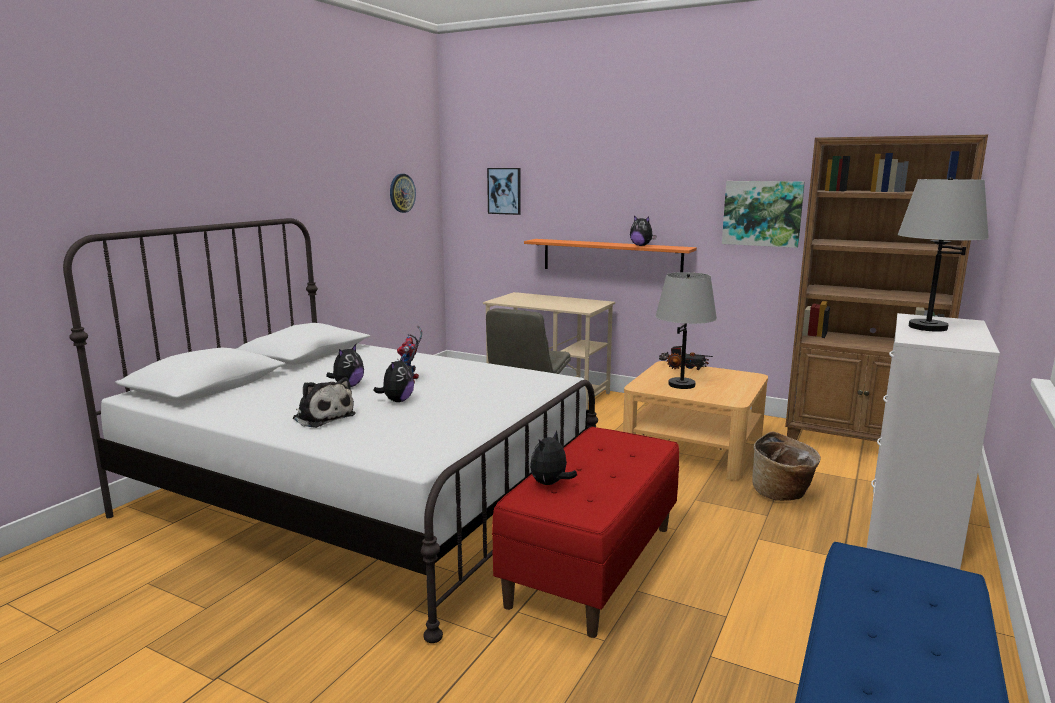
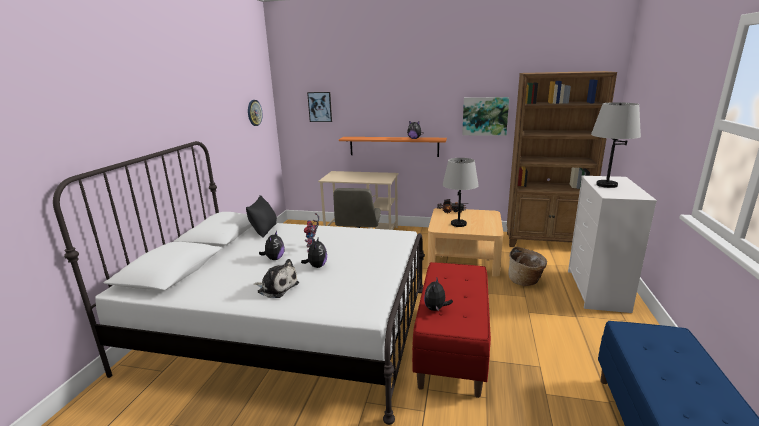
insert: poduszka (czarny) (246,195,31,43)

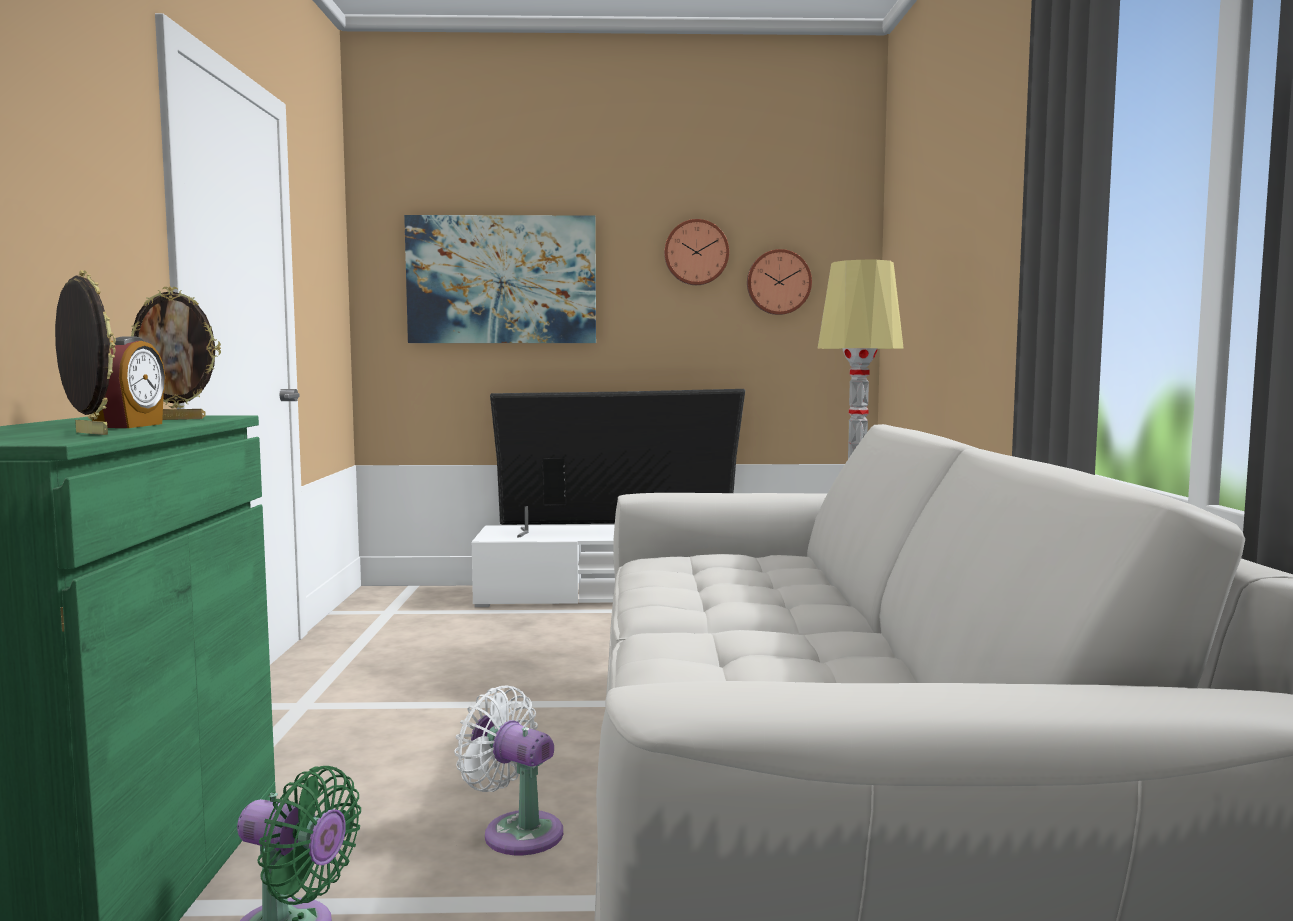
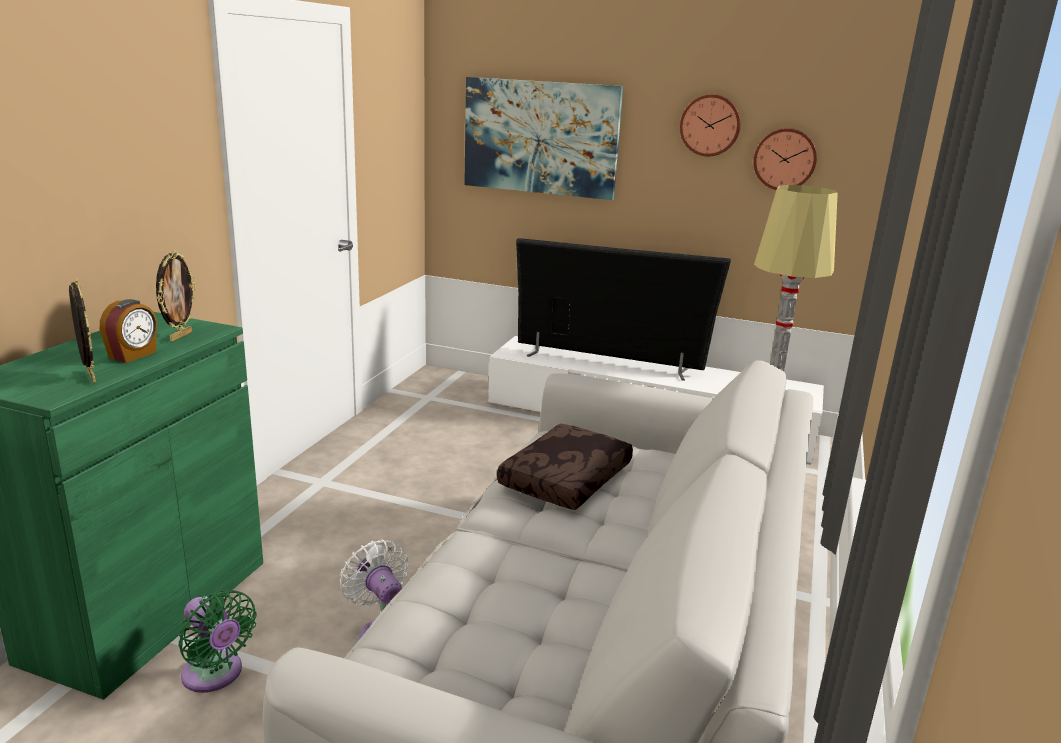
insert: poduszka (brązowy) (497,424,136,86)
rotate: ramka na zdjęcie (131,287,90,133) = (156,250,40,92) 75 degrees counterclockwise

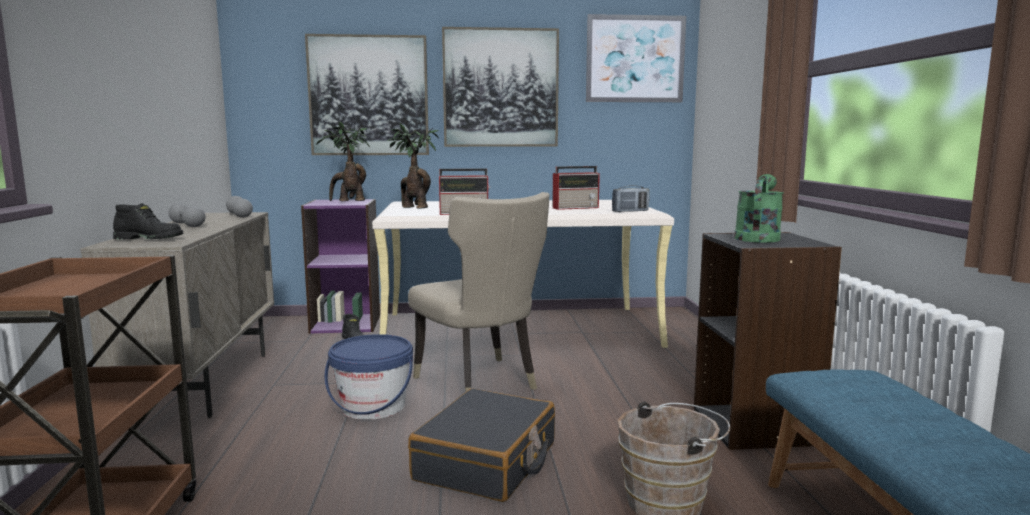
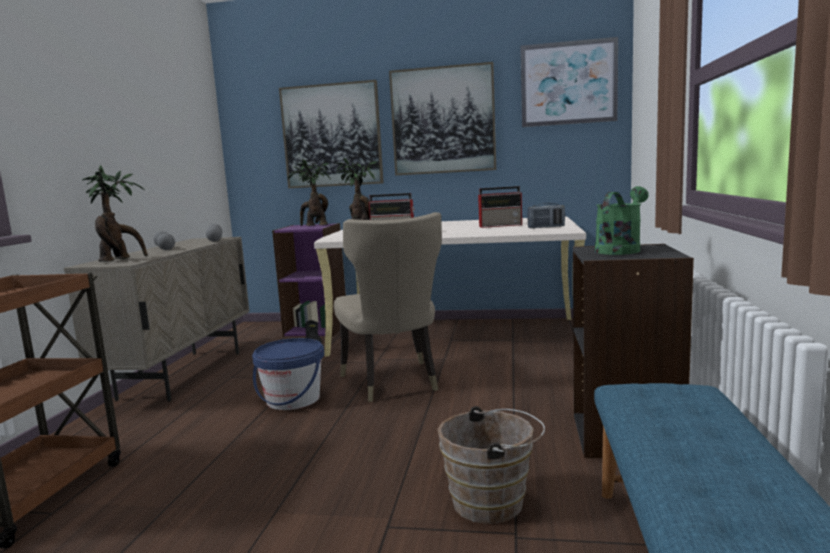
delete: walizka (czarny) (408,389,147,113)
replace: but z cholewką (czarny) (113,203,71,37) to roślina doniczkowa (82,165,65,96)

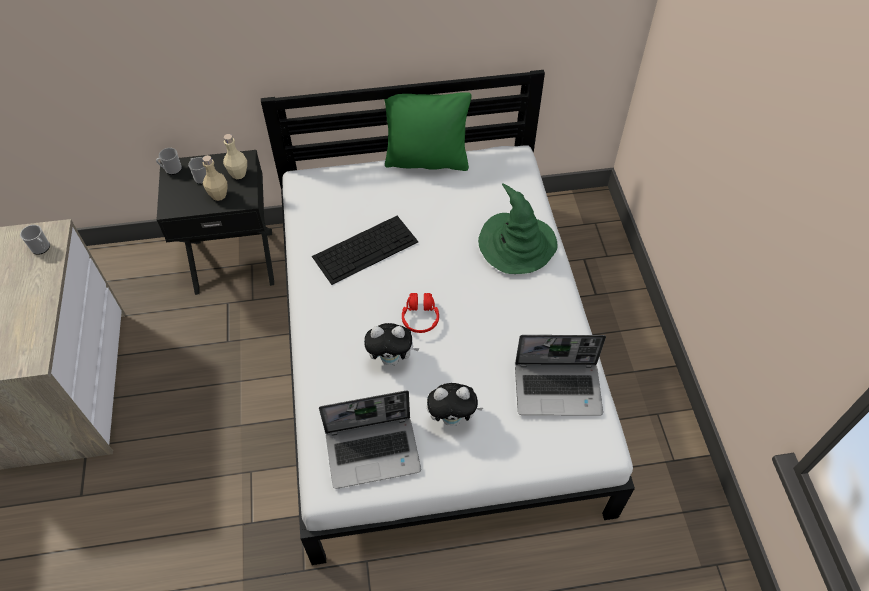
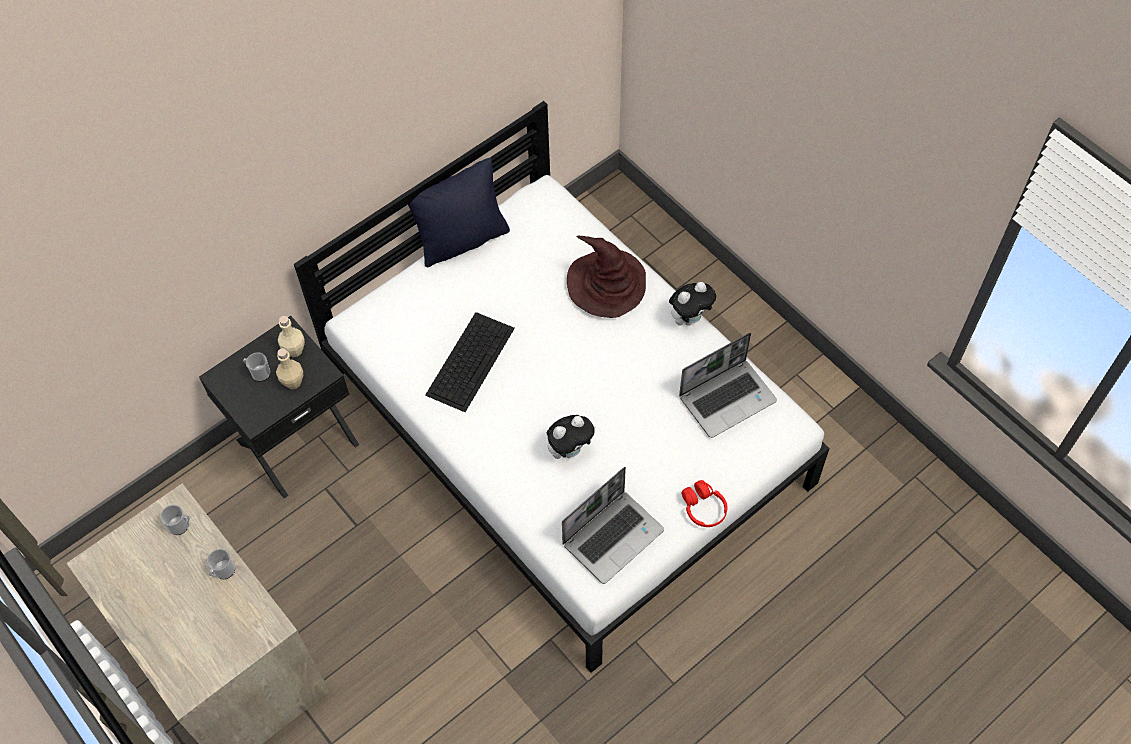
move: kubek (156,148,26,27) to (207,549,28,30); słuchawki (czerwony) (402,293,37,40) to (682,480,45,47); pluszak (427,383,56,43) to (669,282,47,44)
recolor: poduszka (zielony) (384,92,87,79) to poduszka (czarny) (408,158,102,110); kapelusz (zielony) (478,184,79,90) to kapelusz (brązowy) (567,236,79,82)

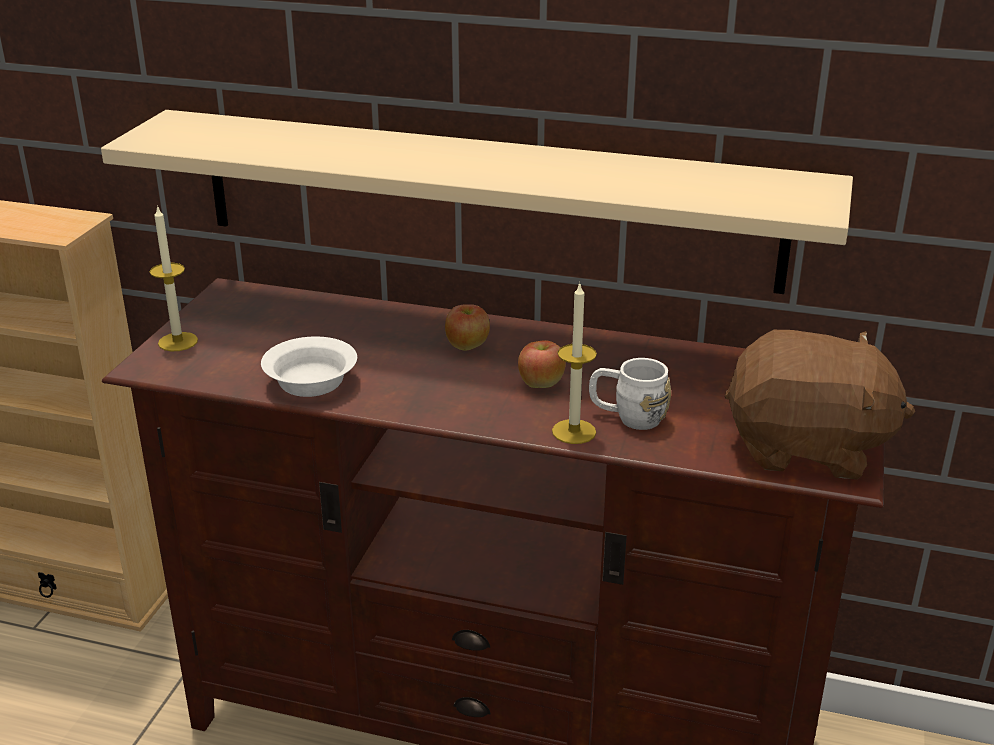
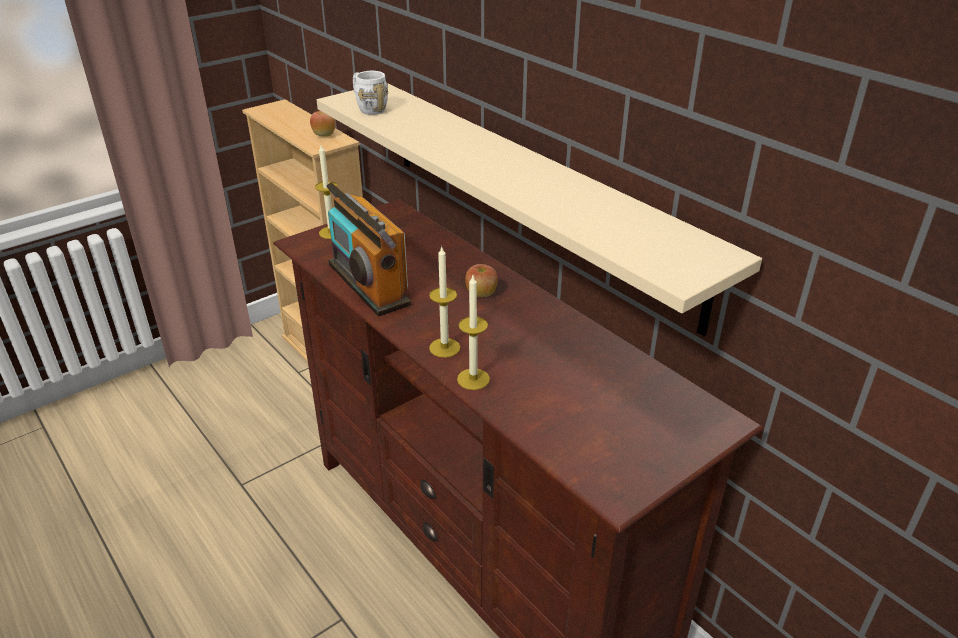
delete: pluszak (brązowy) (725,330,190,149)
insert: świeca (429,247,31,111)
move: jabłko (518,341,48,47) to (310,111,25,26); kubek (biały) (589,358,82,72) to (353,71,35,44)
replace: miska (biały) (261,337,96,60) to radio (327,182,84,135)

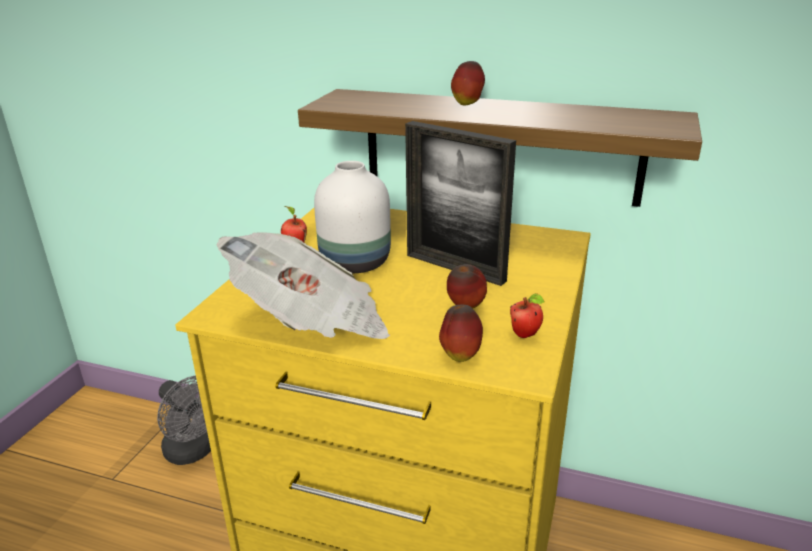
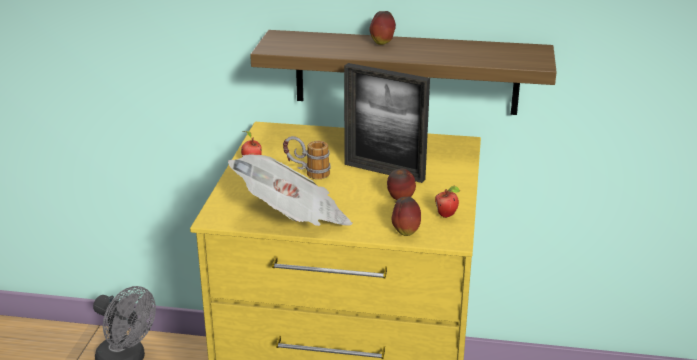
replace: wazon (biały) (314,161,77,112) to kubek (283,136,48,43)

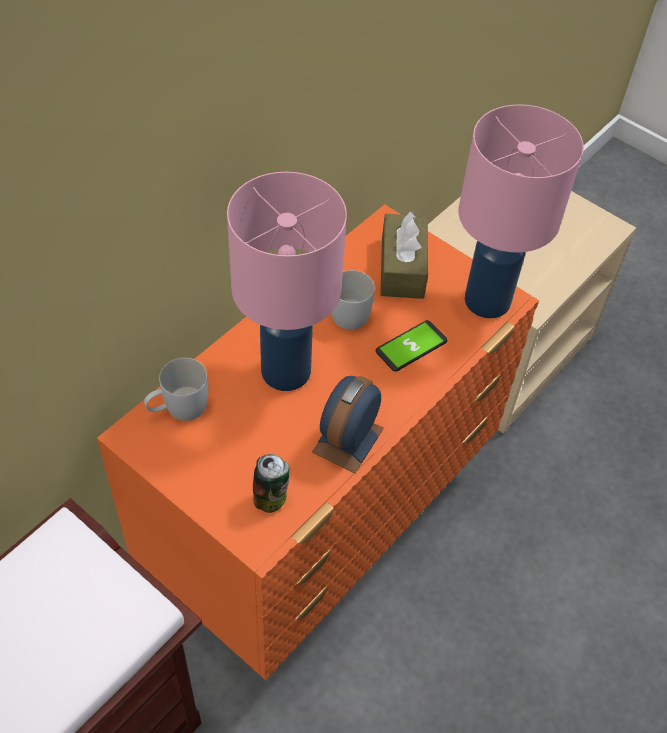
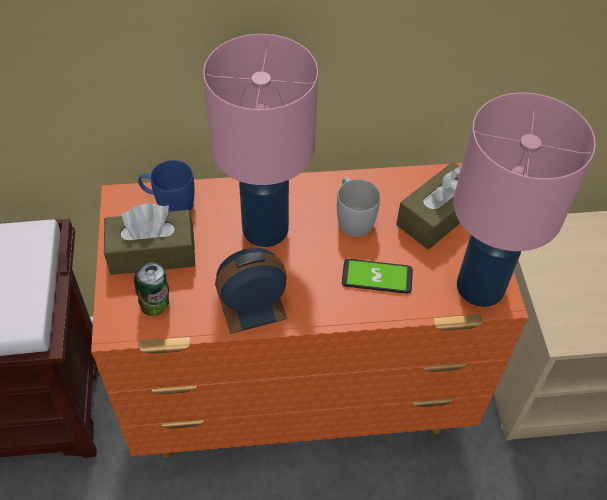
insert: pudełko chusteczek (brązowy) (104,203,91,72)
recolor: kubek (biały) (144,358,64,63) to kubek (niebieski) (138,160,56,52)

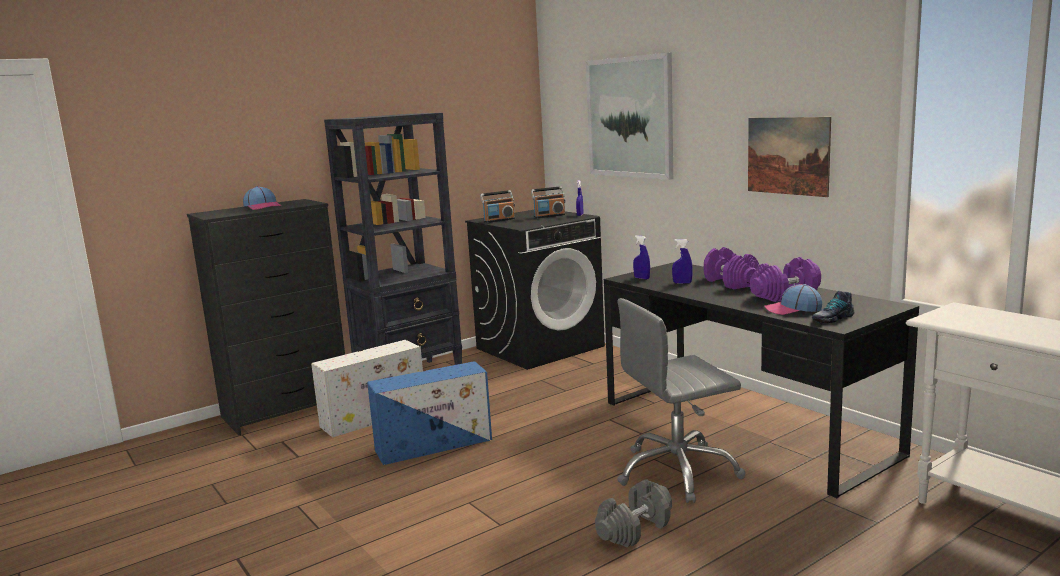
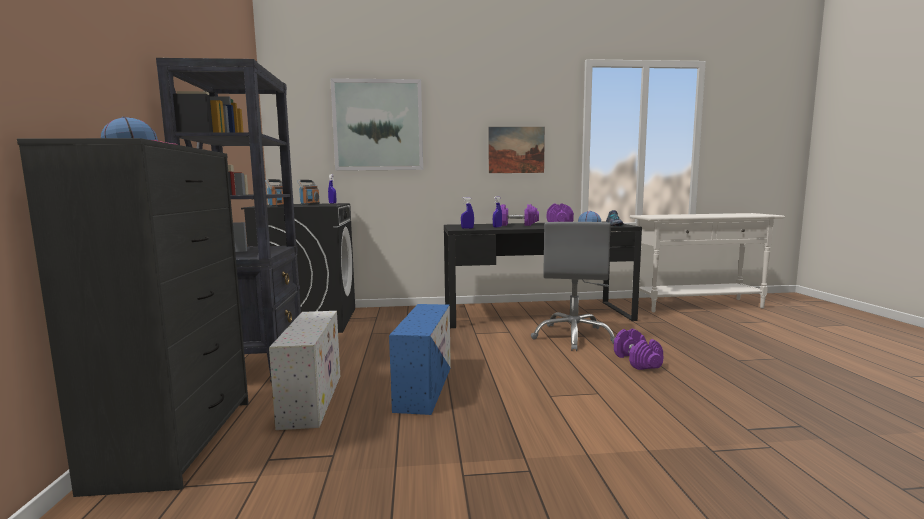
recolor: hantel (szary) (595,479,77,68) to hantel (fioletowy) (614,329,49,41)

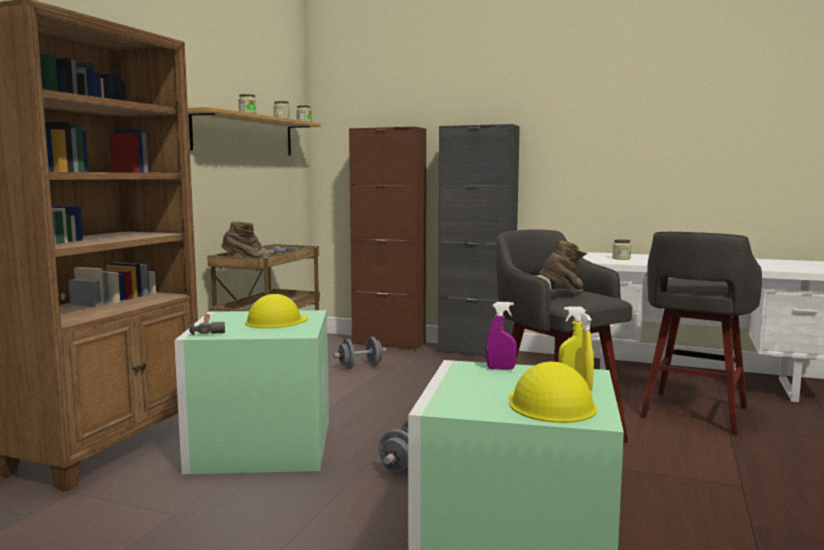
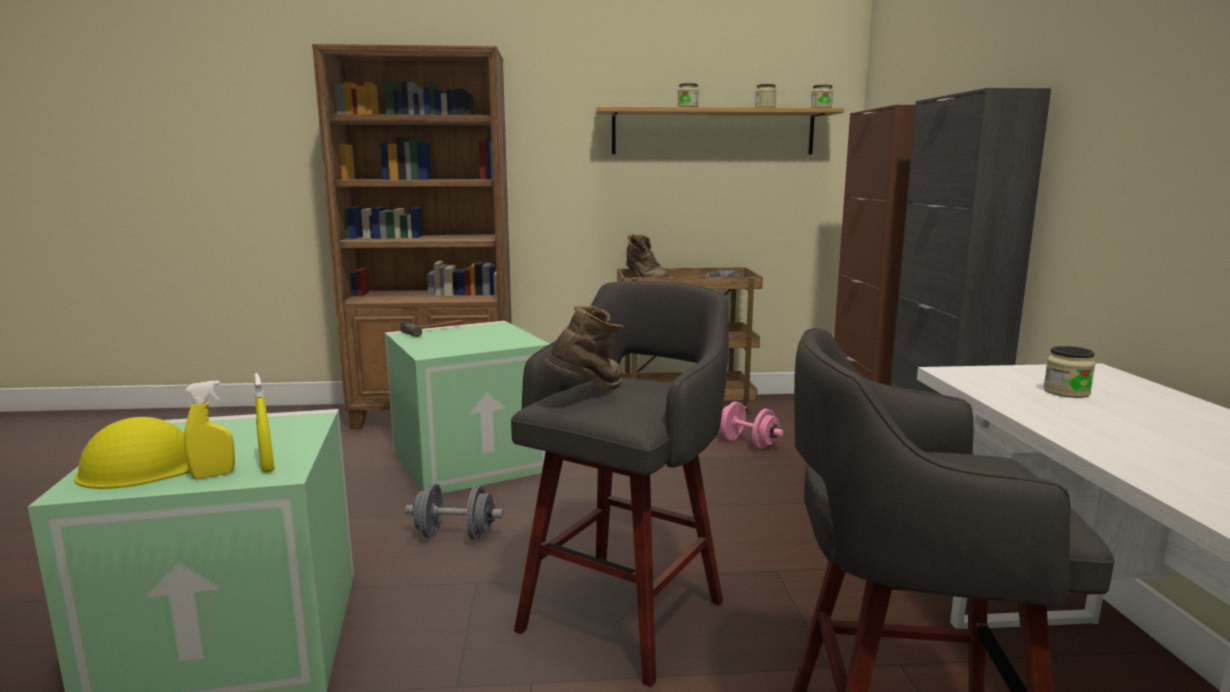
delete: kask (żółty) (245,294,63,34); spryskiwacz (fioletowy) (486,302,31,68)
recolor: hantel (szary) (333,337,54,32) to hantel (różowy) (720,402,63,47)
rotate: but z cholewką (brązowy) (539,241,48,53) = (544,305,80,85) 75 degrees counterclockwise

